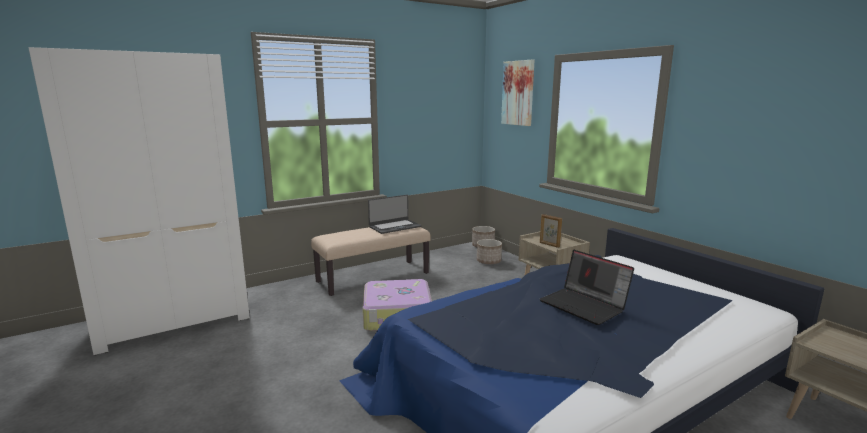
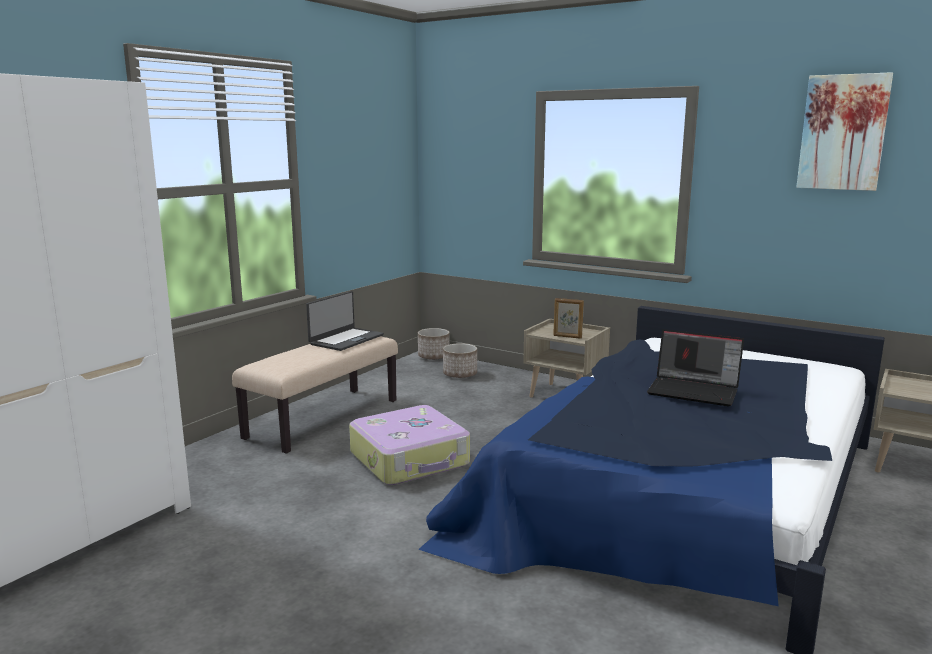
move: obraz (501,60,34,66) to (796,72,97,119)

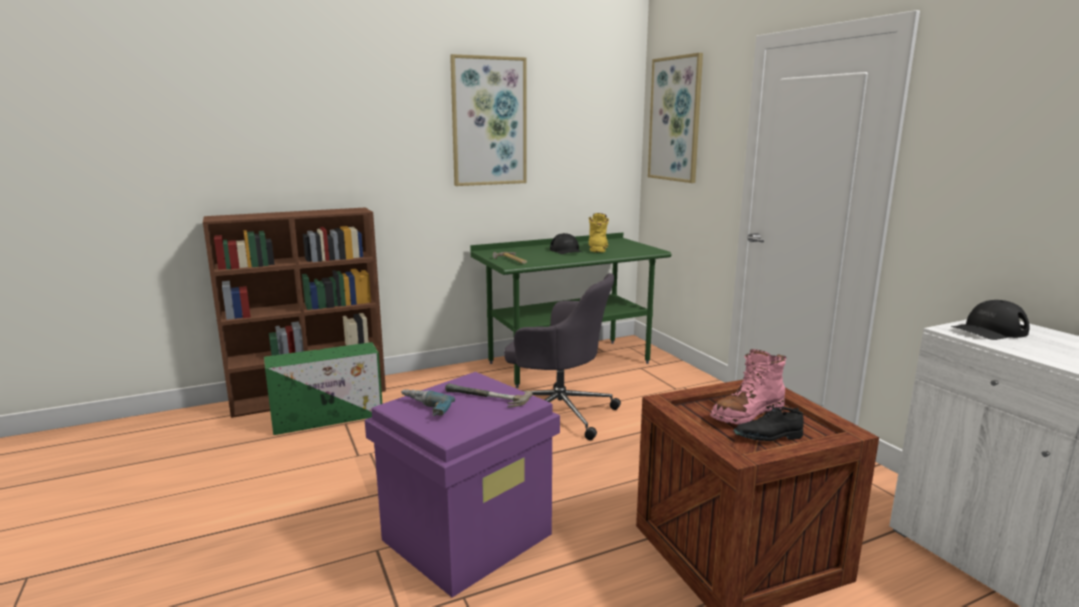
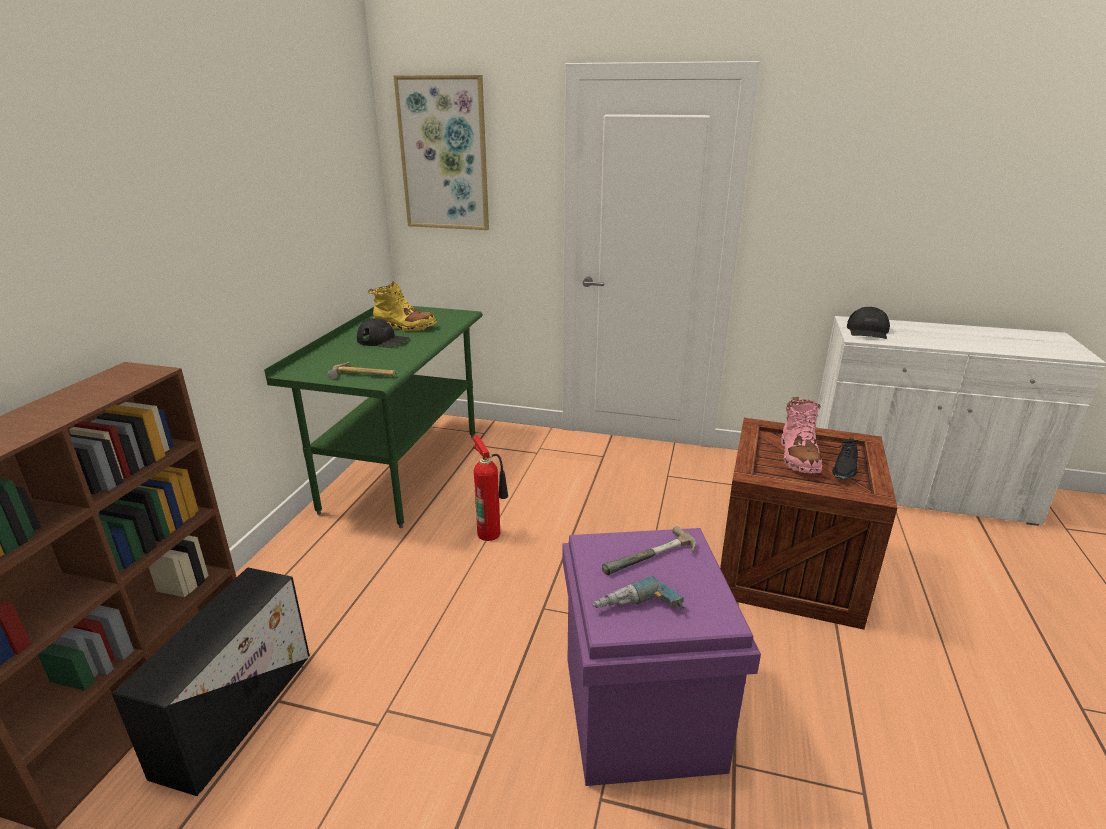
delete: obraz (450,54,77,132)
replace: krzesło biurowe (szary) (504,273,117,167) to gaśnica (472,436,36,105)
recolor: pojemnik do przechowywania (zielony) (264,342,118,93) to pojemnik do przechowywania (czarny) (111,568,199,228)
rotate: but z cholewką (żółty) (589,213,20,39) = (368,281,69,50) 150 degrees clockwise

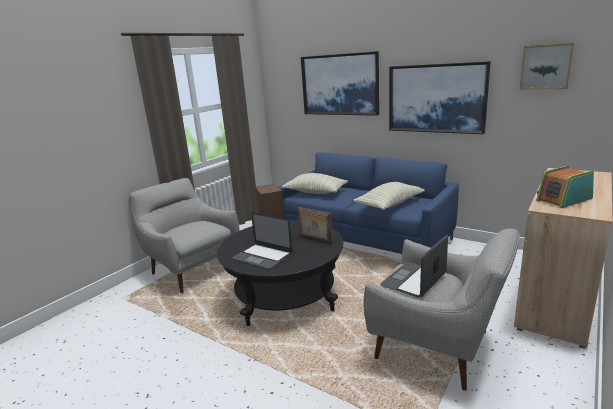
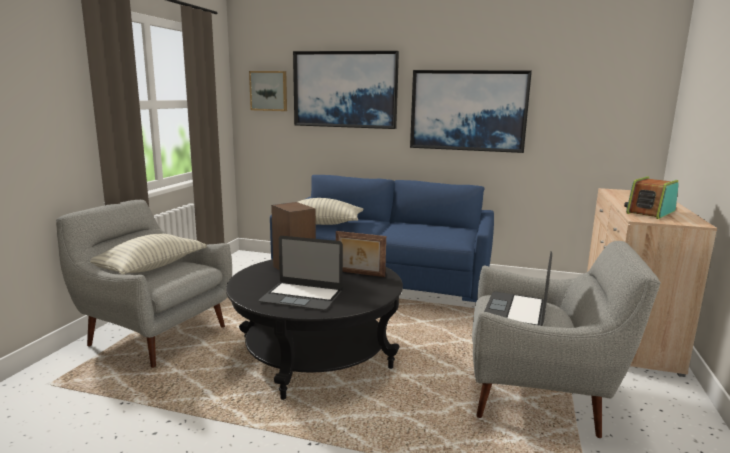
move: obraz (520,43,54,47) to (249,71,38,40); poduszka (354,182,71,28) to (90,234,117,41)

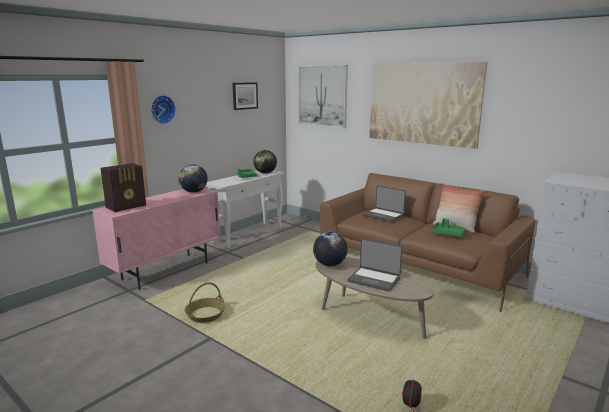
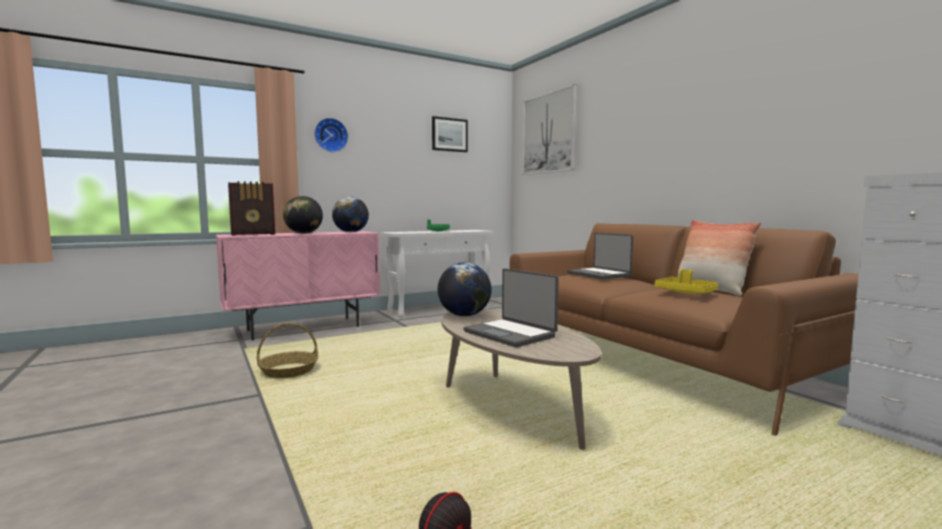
delete: obraz (369,62,118,87)
move: globus (254,150,23,24) to (283,196,40,38)
recolor: taca (zielony) (432,218,33,19) to taca (żółty) (655,269,63,25)

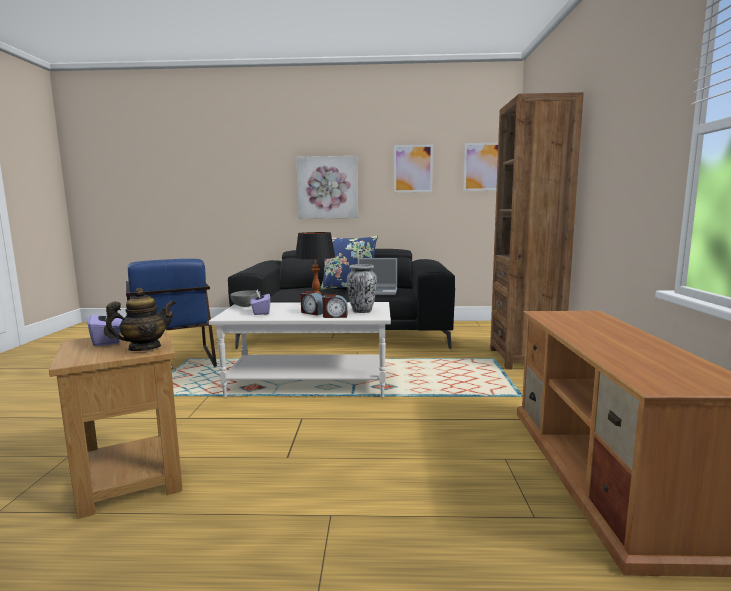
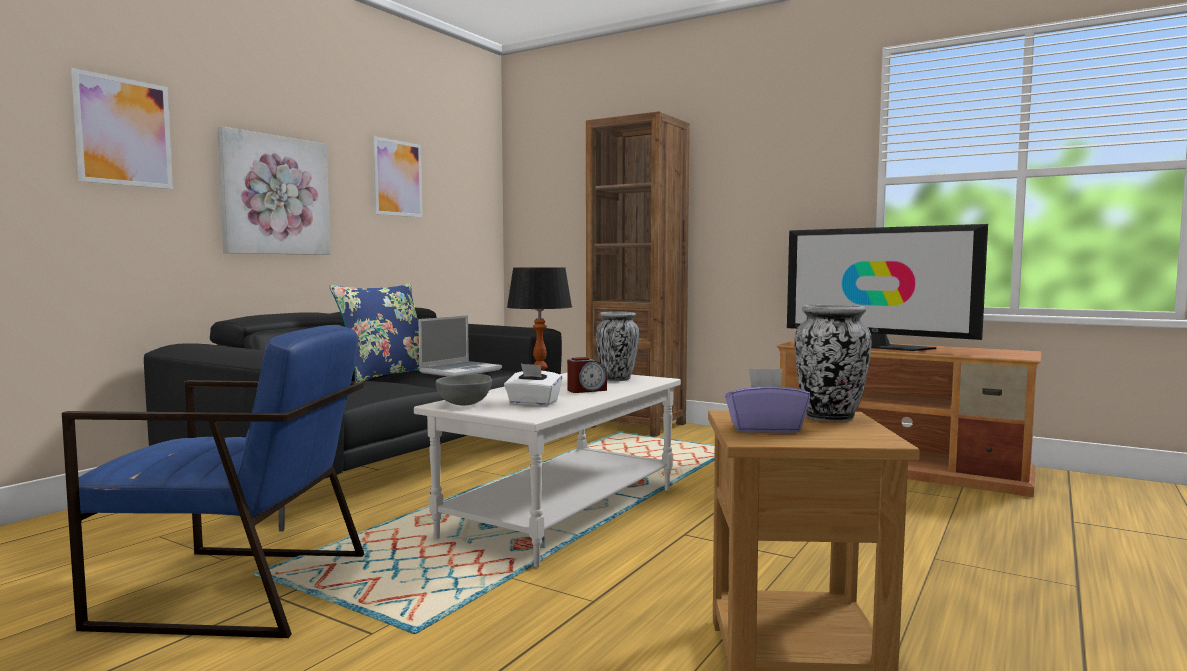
delete: budzik (322,294,26,24)
insert: telewizor (787,224,201,127)
move: obraz (463,143,35,48) to (71,68,102,121)
replace: imbryk (104,288,72,63) to wazon (795,304,77,118)
recolor: pudełko chusteczek (fioletowy) (250,289,20,26) to pudełko chusteczek (biały) (504,364,58,42)

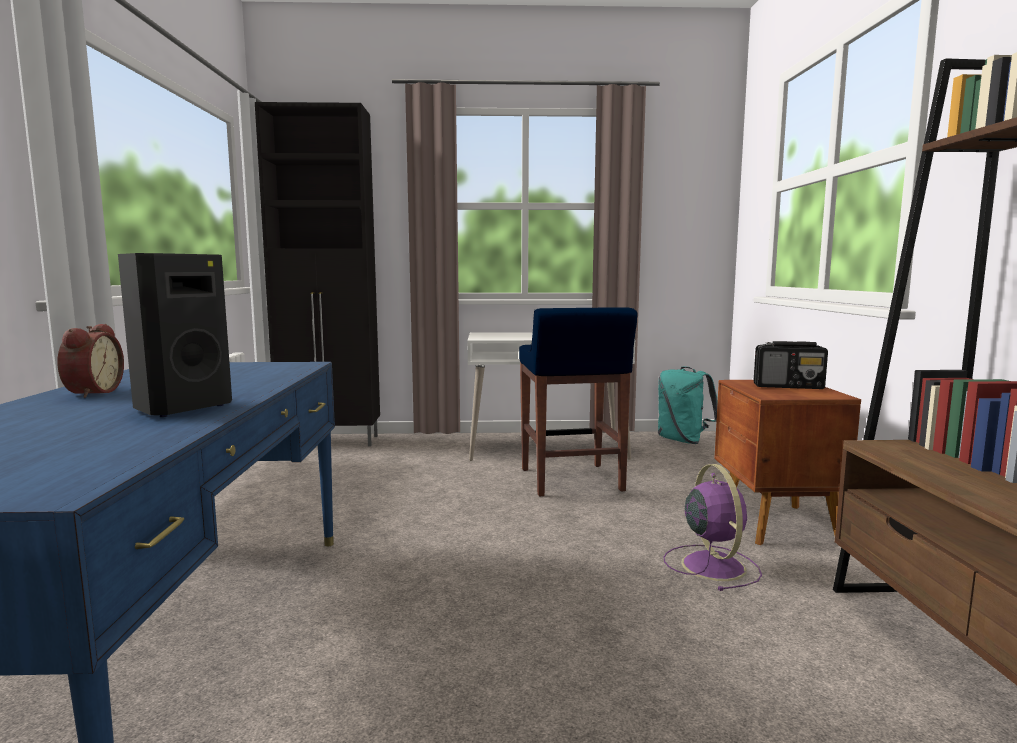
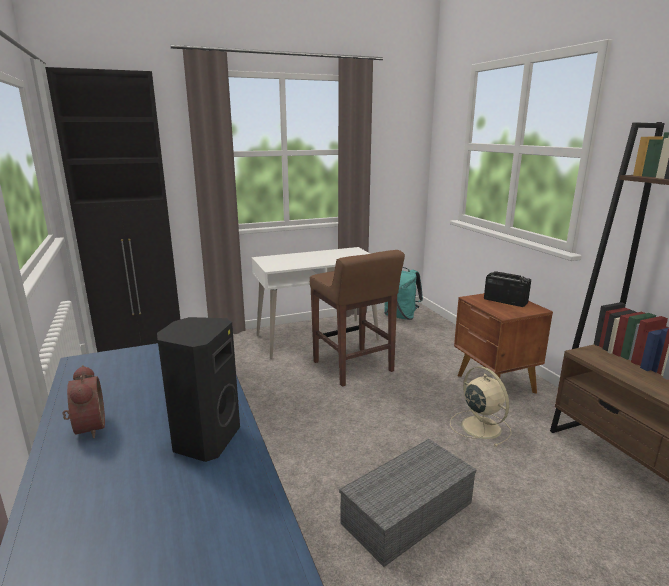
insert: pojemnik do przechowywania (szary) (339,439,137,128)
recolor: stołek (niebieski) (519,307,119,189) to stołek (brązowy) (310,250,95,137); wentylator (fioletowy) (664,464,98,127) to wentylator (beżowy) (450,366,62,81)
rotate: radio (754,341,74,48) = (484,271,47,36) 135 degrees counterclockwise

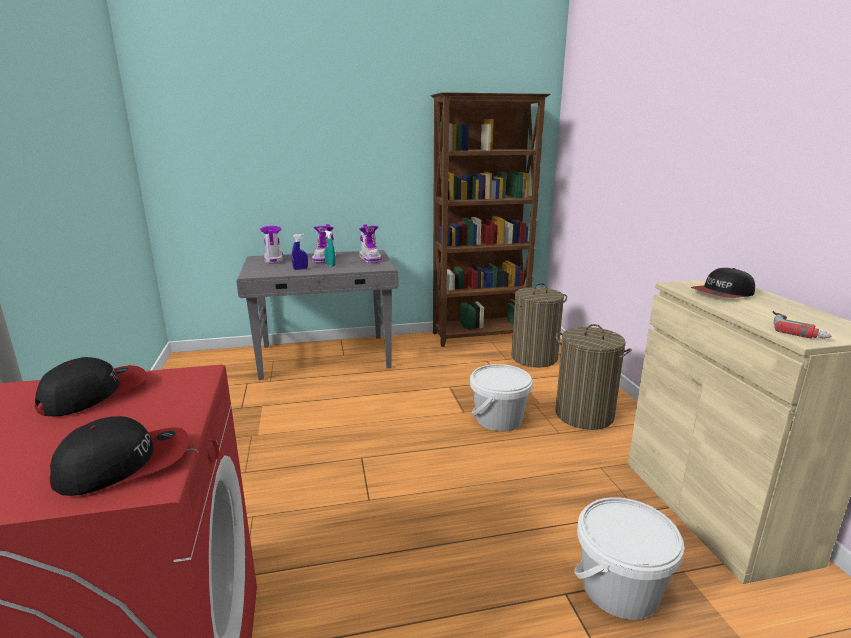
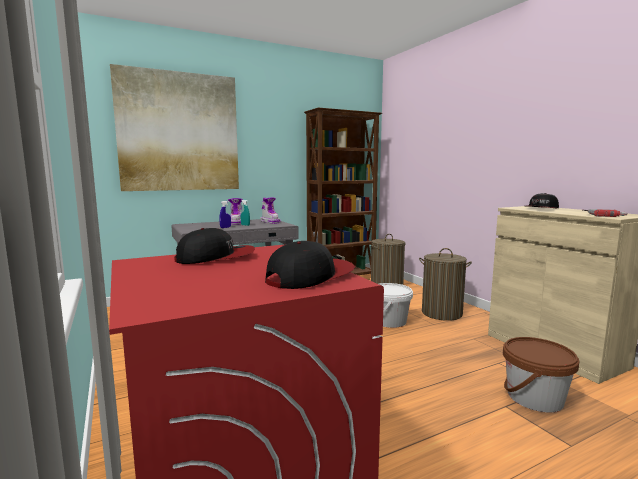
delete: but z cholewką (260,226,23,38)
insert: obraz (110,64,129,127)
recolor: wiadro (biały) (574,497,111,123) to wiadro (brązowy) (503,337,76,76)
rotate: czapka z daszkiem (35,357,112,60) = (175,228,80,36) 45 degrees clockwise

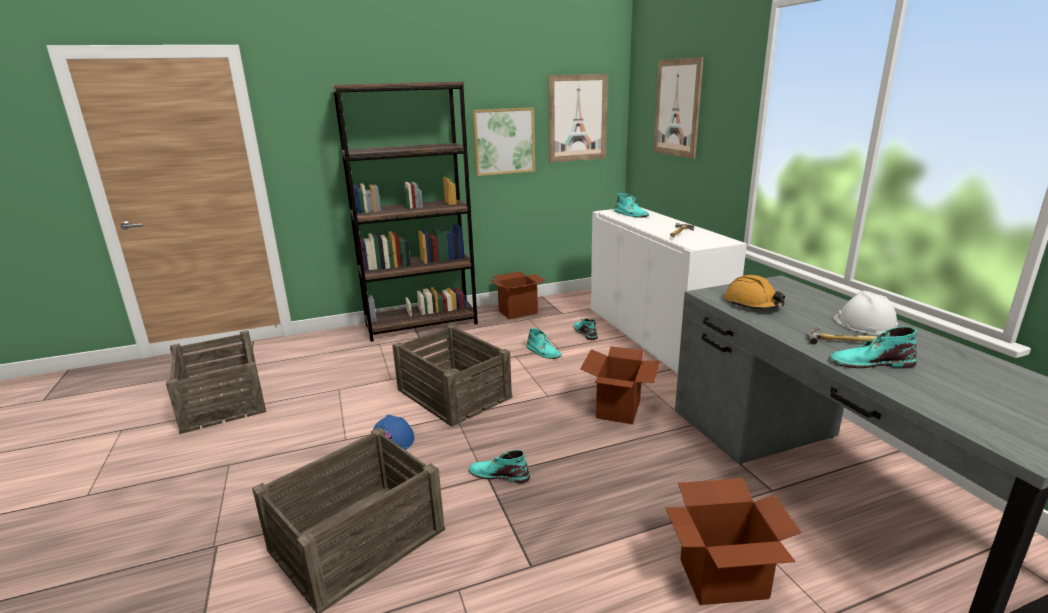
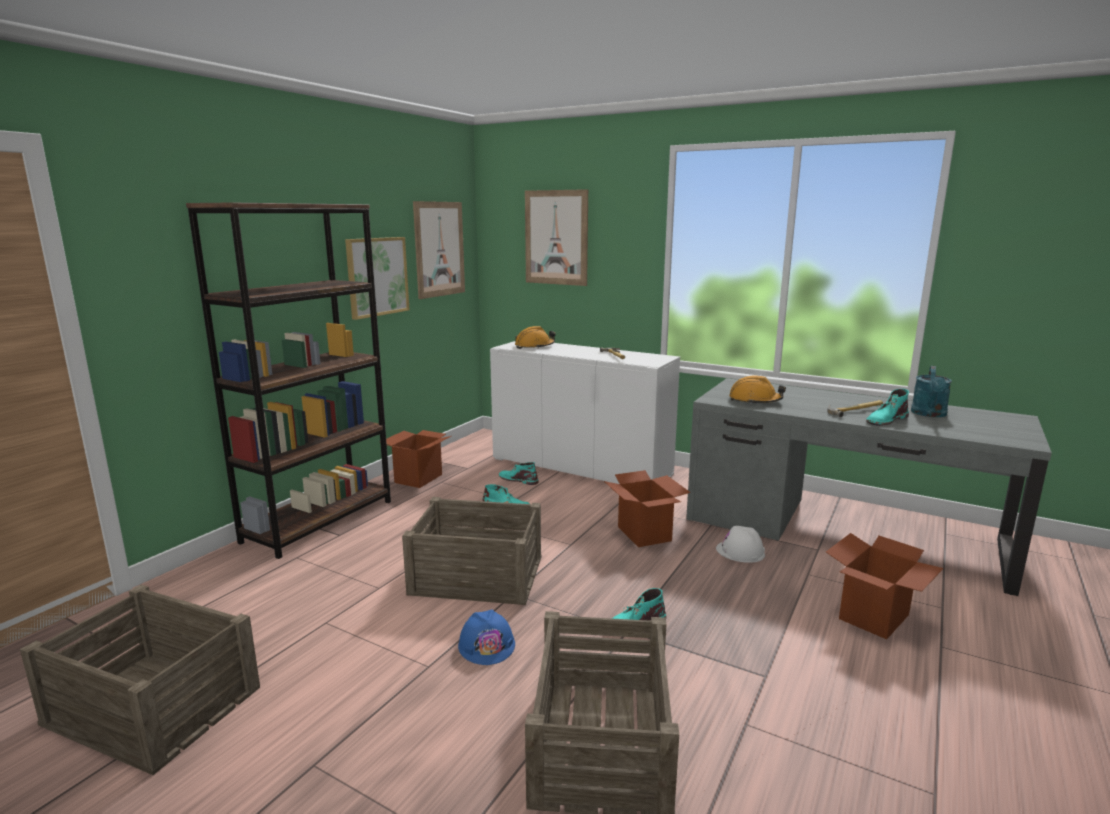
insert: konewka (turkusowy) (911,366,41,51)
move: kask (biały) (833,291,65,44) to (716,526,49,37)
replace: but z cholewką (turkusowy) (615,193,34,25) to kask (pomarańczowy) (515,326,41,23)

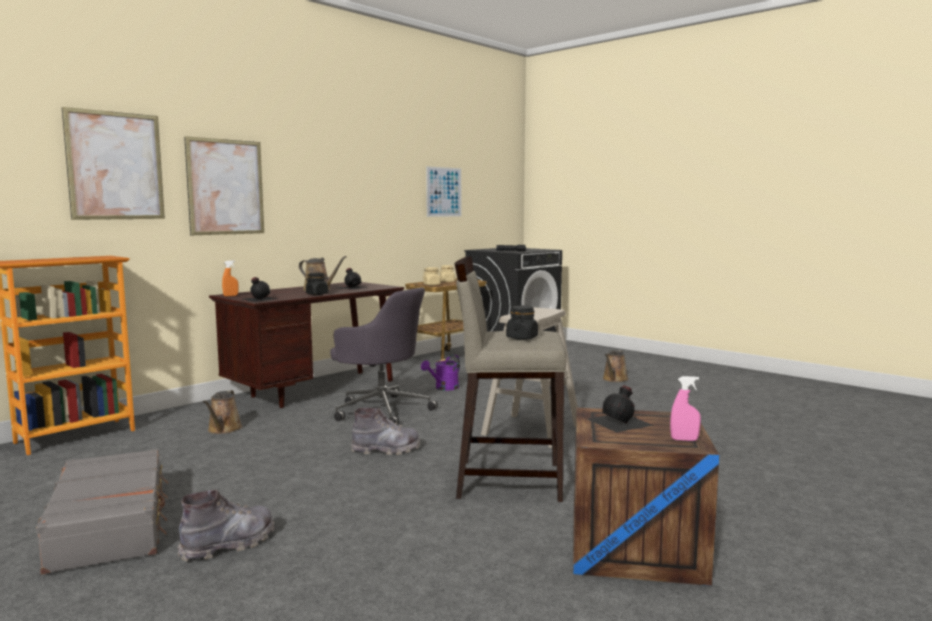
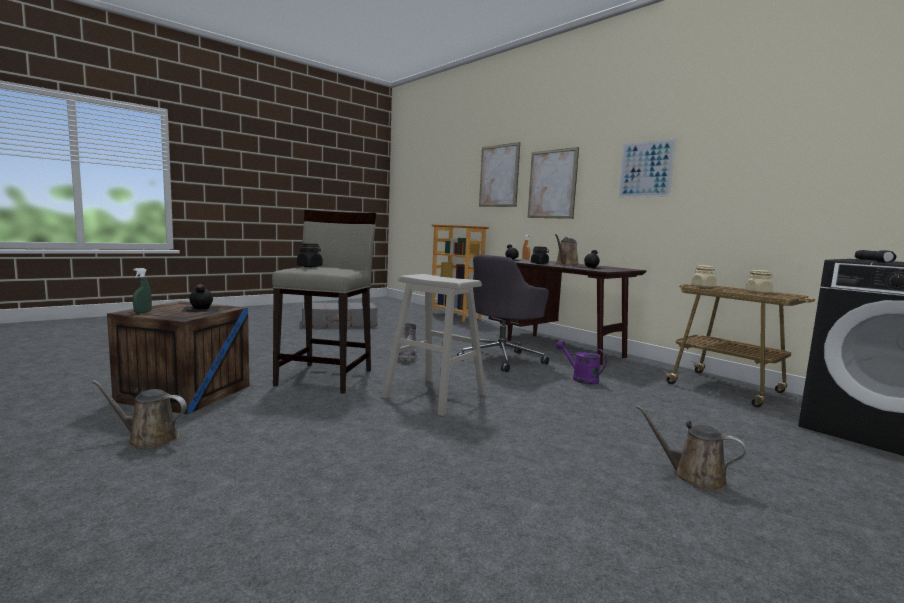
delete: but z cholewką (szary) (177,490,97,71)
move: obraz (426,166,35,51) to (618,138,58,60); konewka (brązowy) (203,390,40,44) to (92,380,95,69)
recolor: spryskiwacz (różowy) (670,376,31,65) to spryskiwacz (zielony) (133,268,19,45)

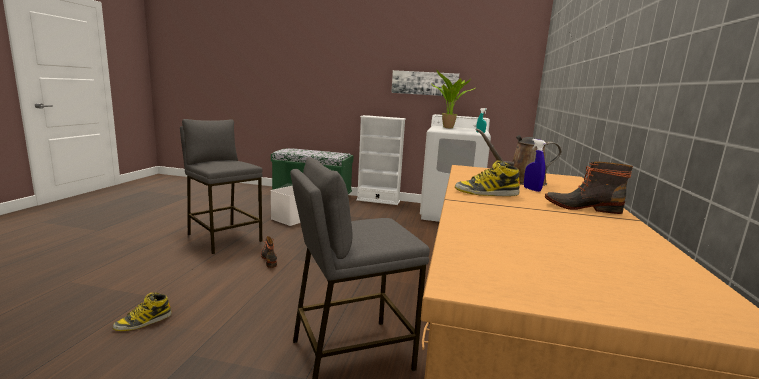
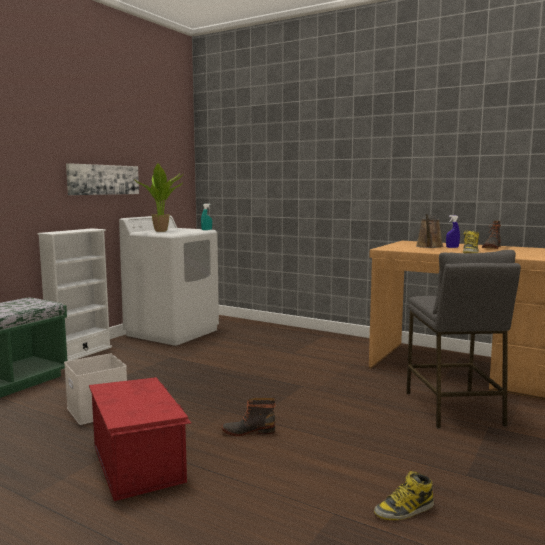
replace: stołek (szary) (180,119,83,135) to pojemnik do przechowywania (czerwony) (89,377,102,124)
rotate: but z cholewką (113,293,59,38) = (374,471,60,49) 90 degrees clockwise

